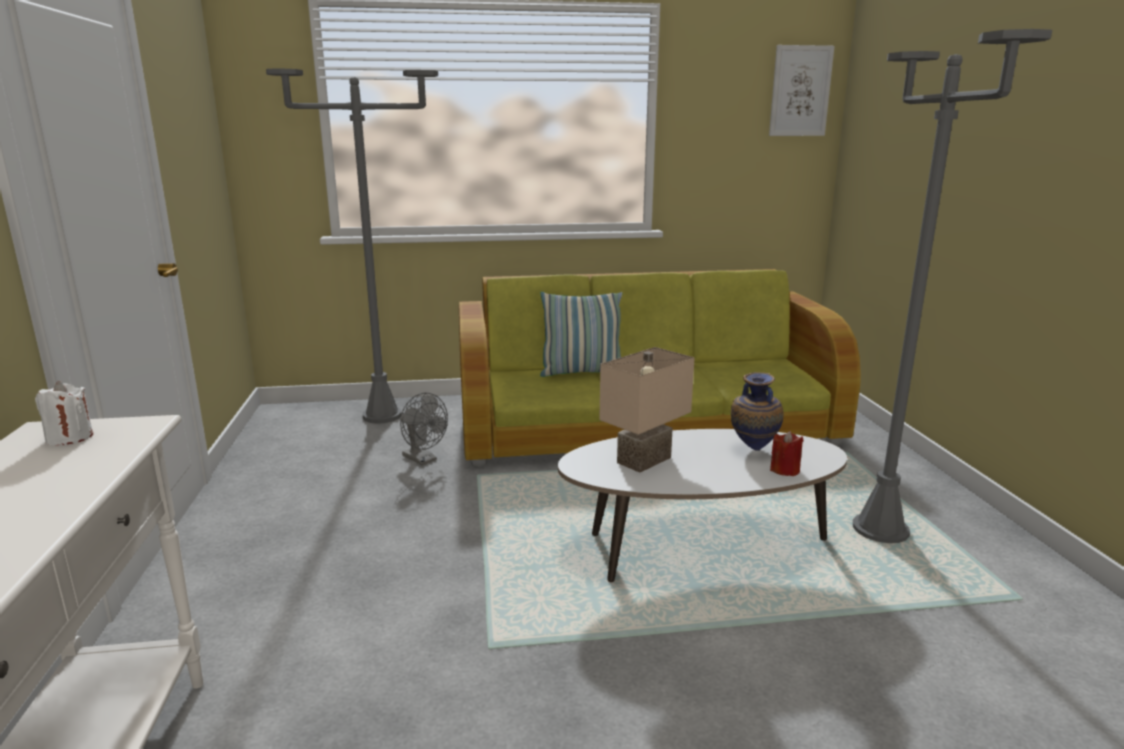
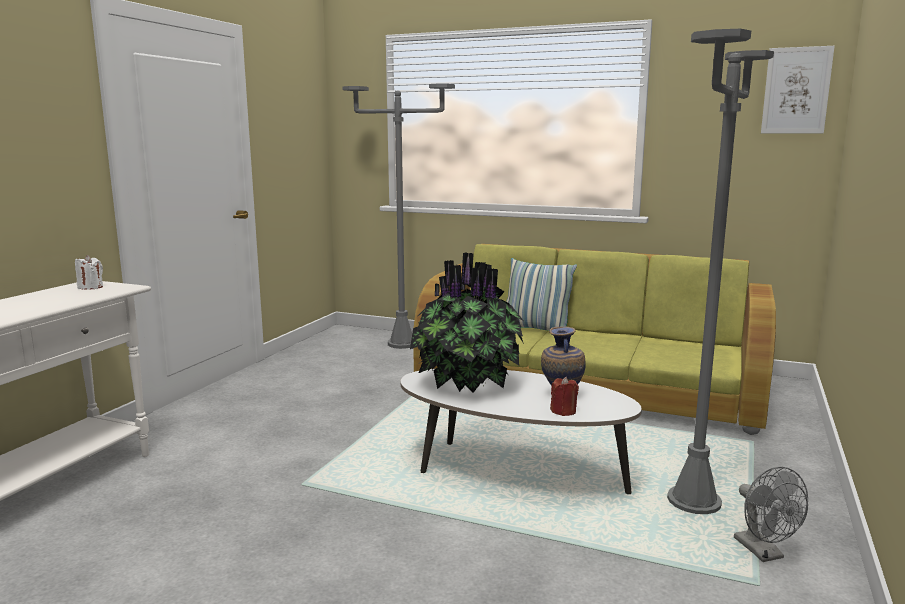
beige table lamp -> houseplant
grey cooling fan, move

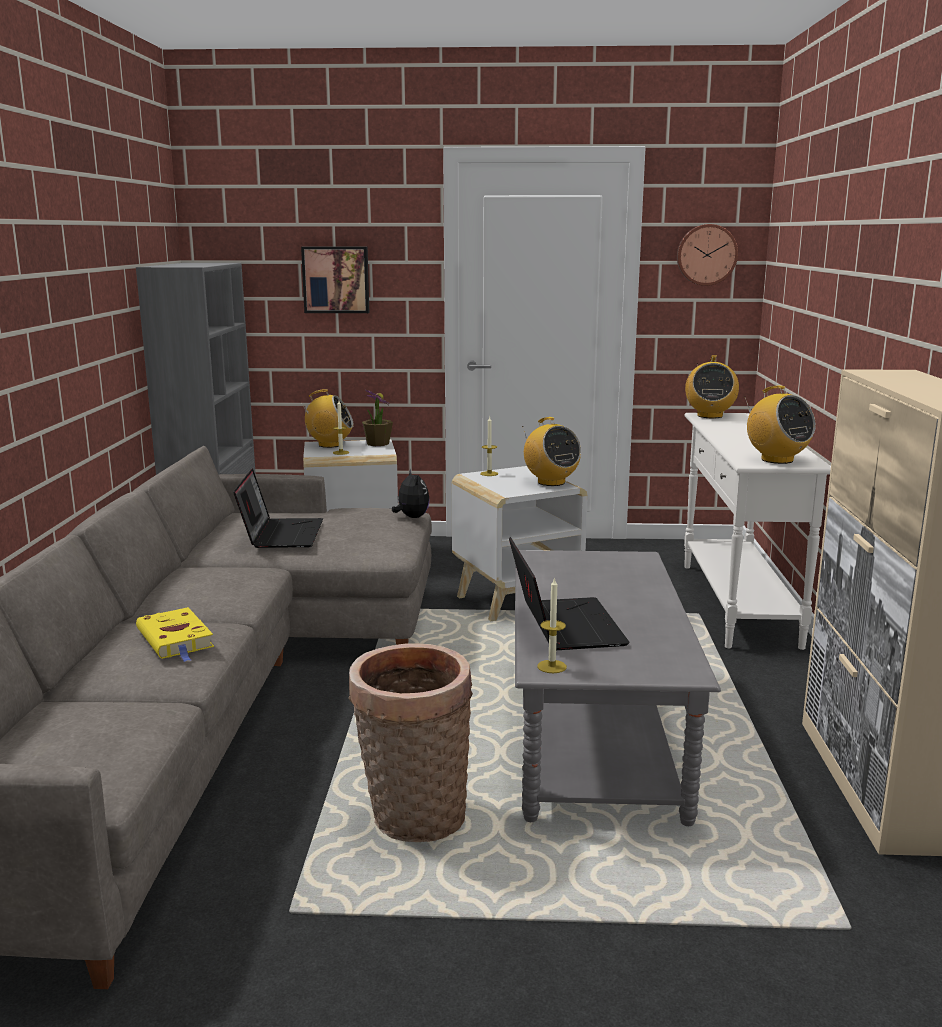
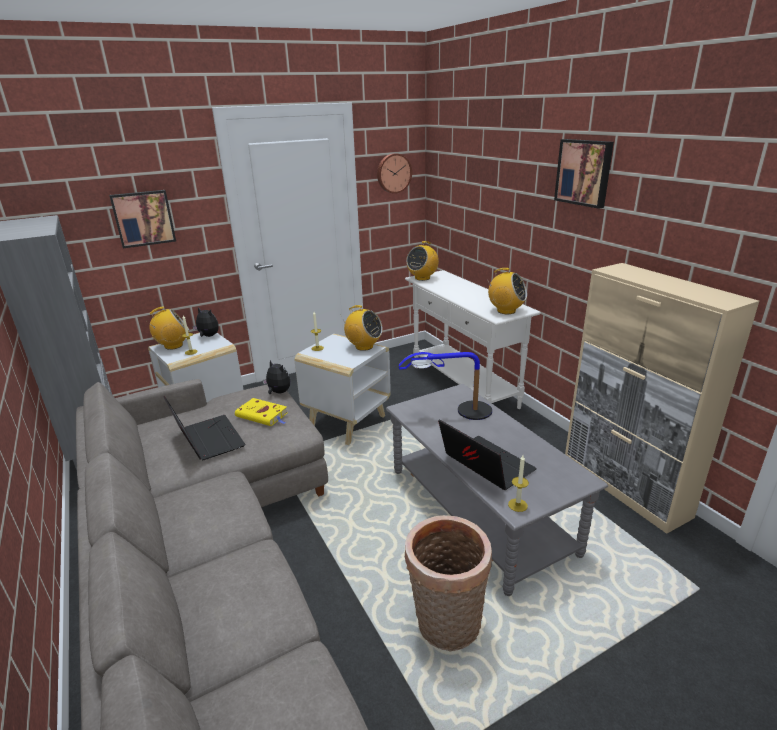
houseplant -> soft toy (1st from left)
yellow bound book, move
none -> table lamp
radio (3rd from left), 60 degrees clockwise
none -> picture (2nd from left)

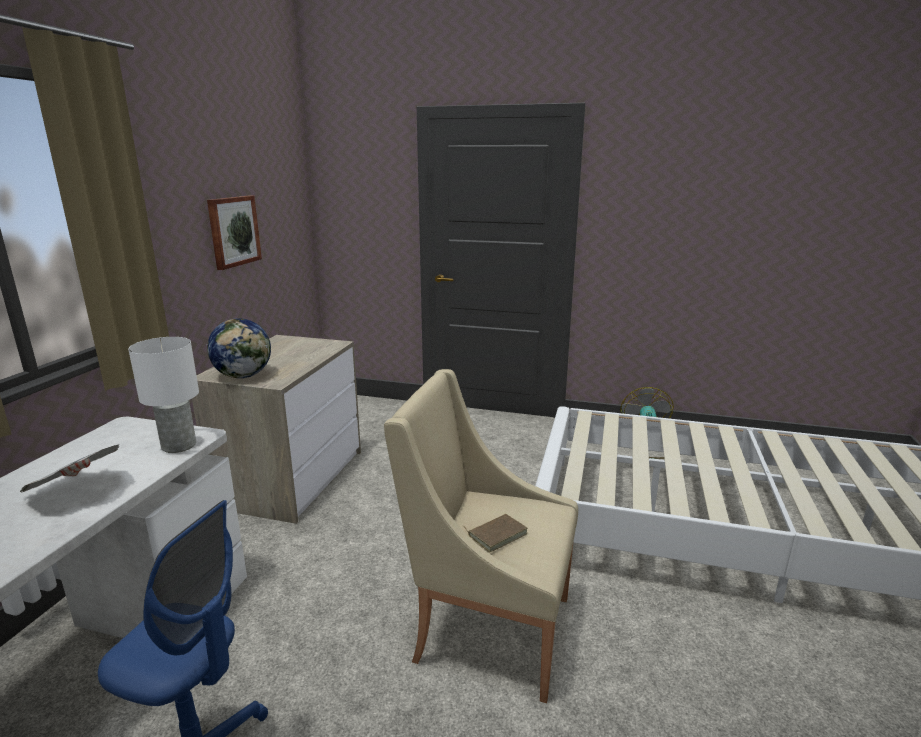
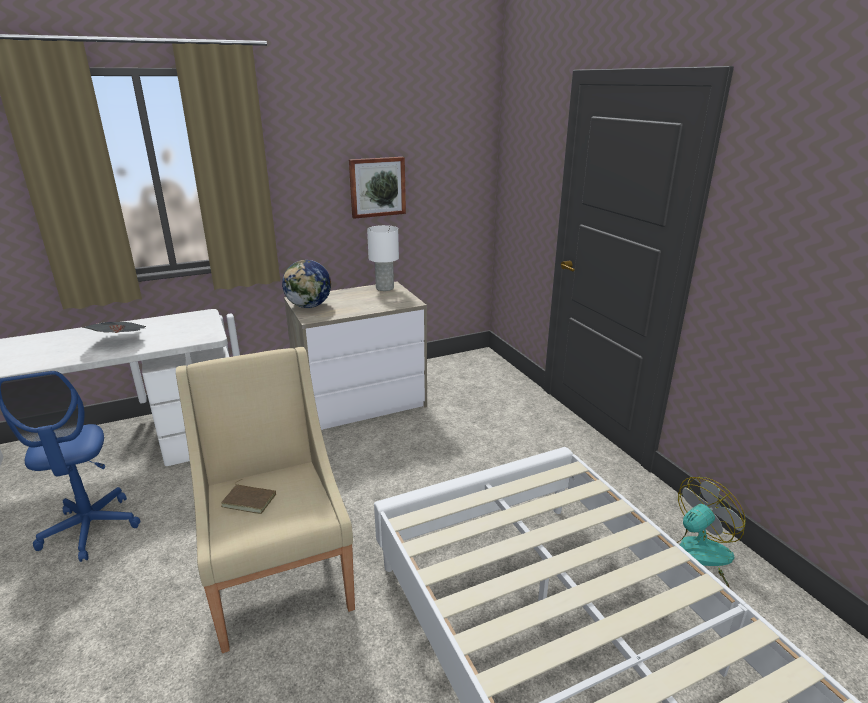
white table lamp, move

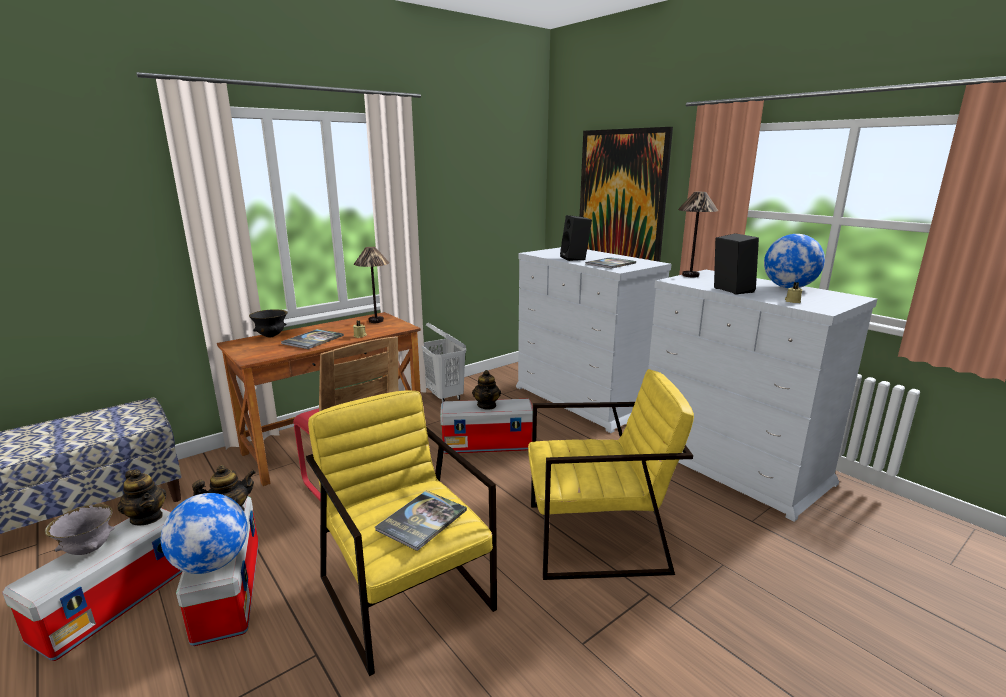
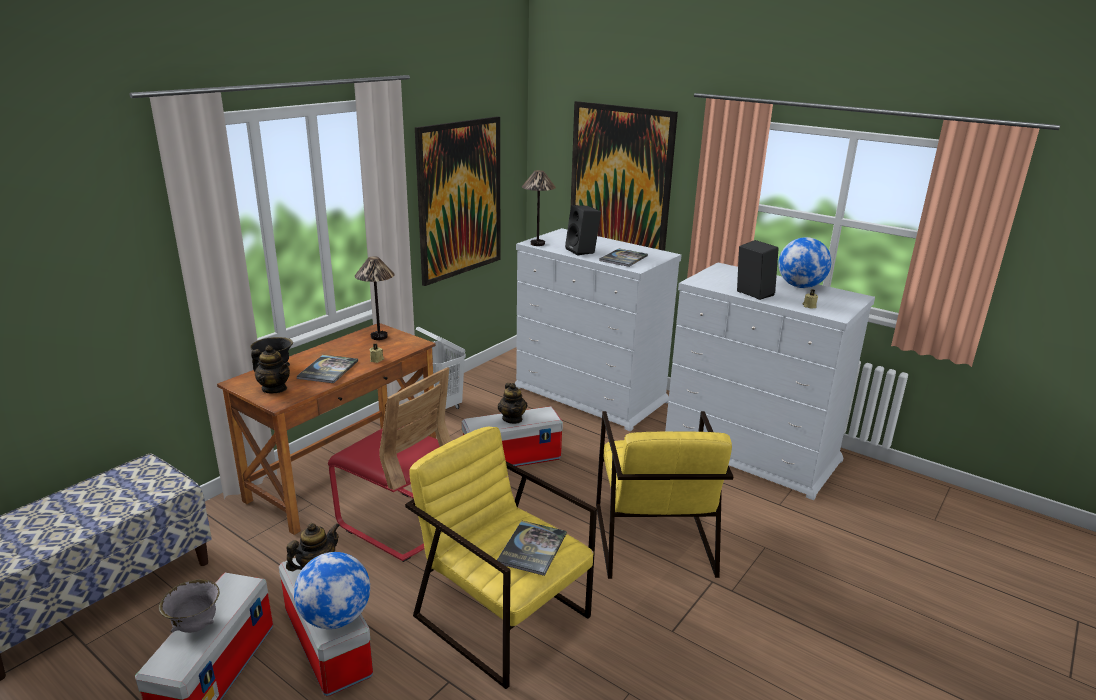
teapot (1st from left), move
none -> picture (1st from left)
table lamp (2nd from left), move
yellow armchair (2nd from left), 105 degrees clockwise

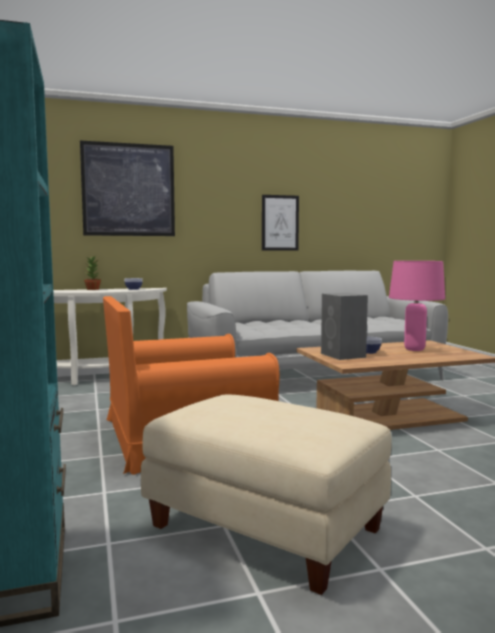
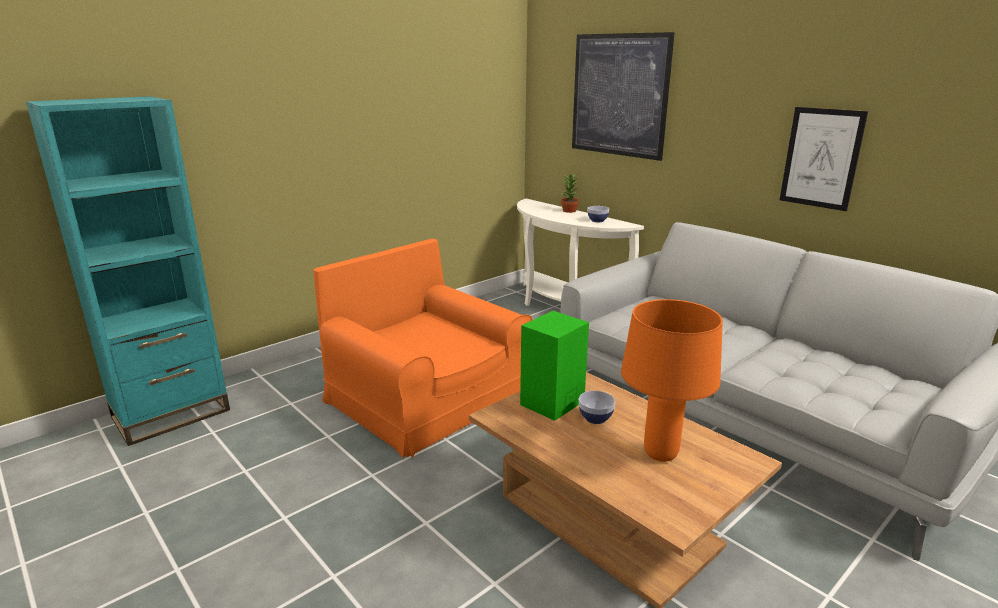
grey audio speaker -> green audio speaker
pink-coloured table lamp -> orange table lamp
beige footrest -> none

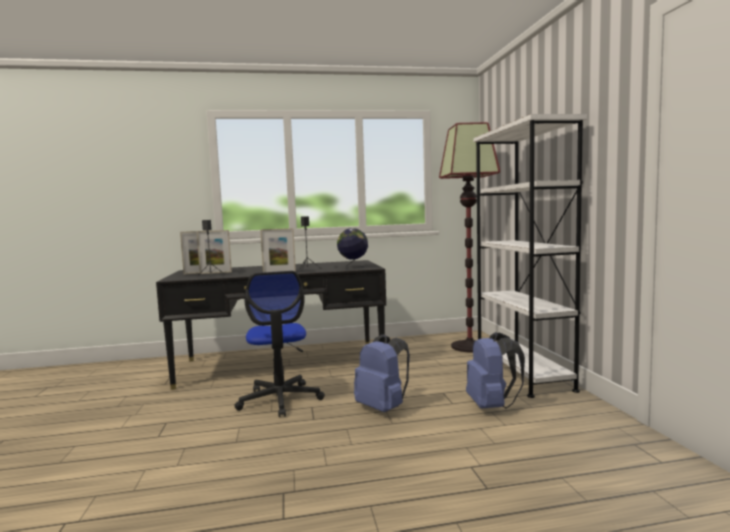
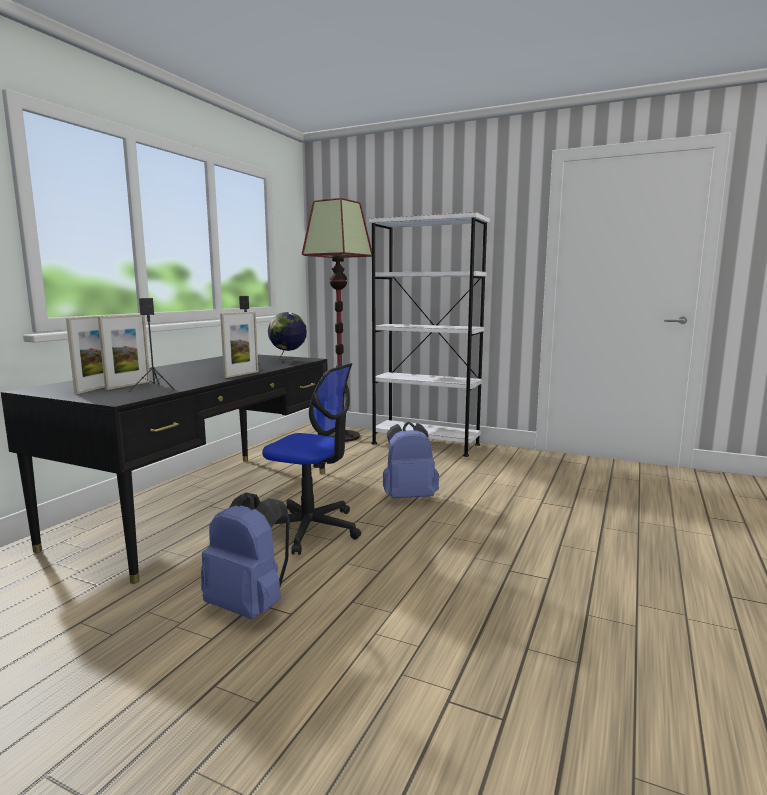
bluish knapsack (2nd from left in the first image) -> bluish knapsack (1st from left), move

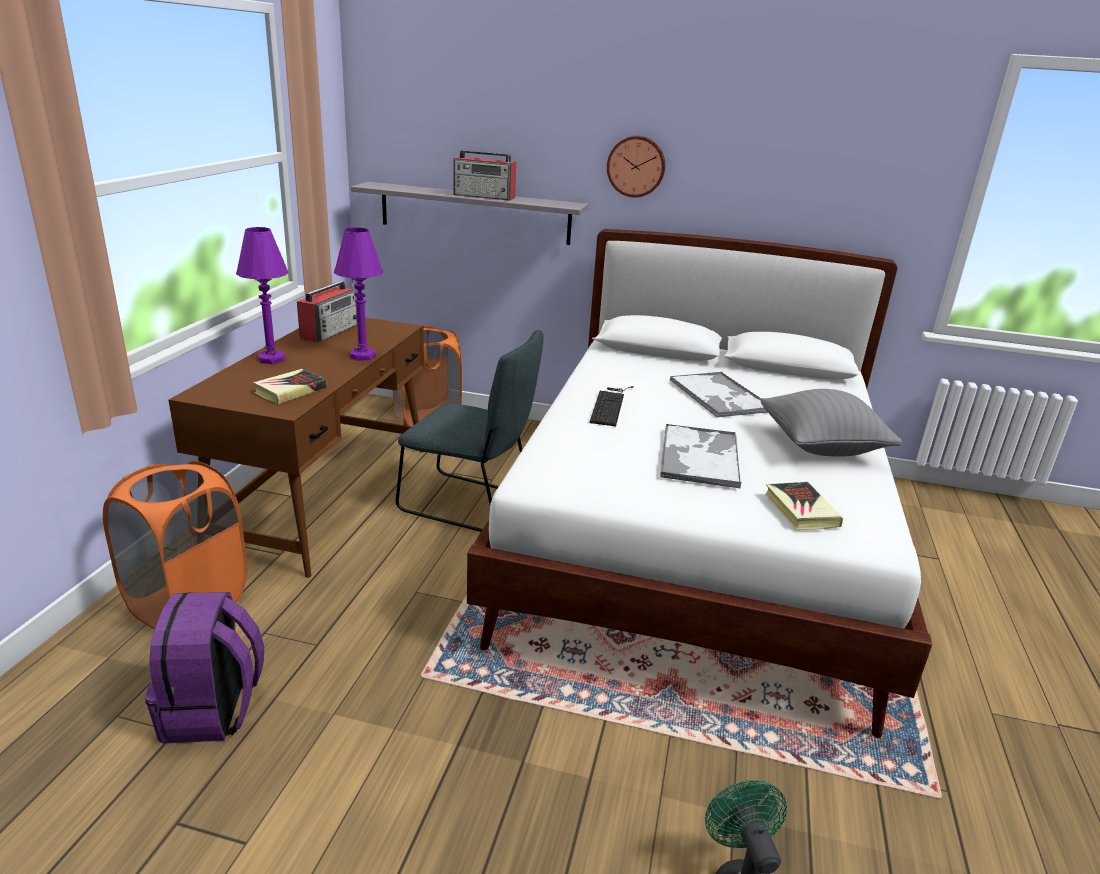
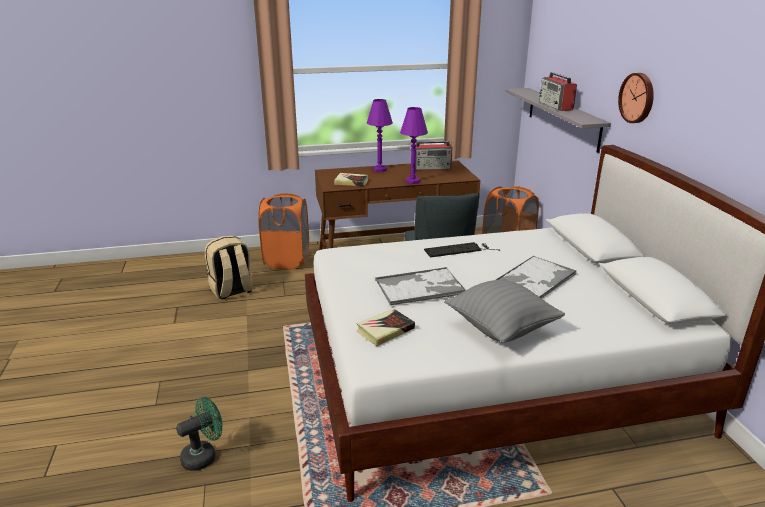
purplish knapsack -> beige knapsack

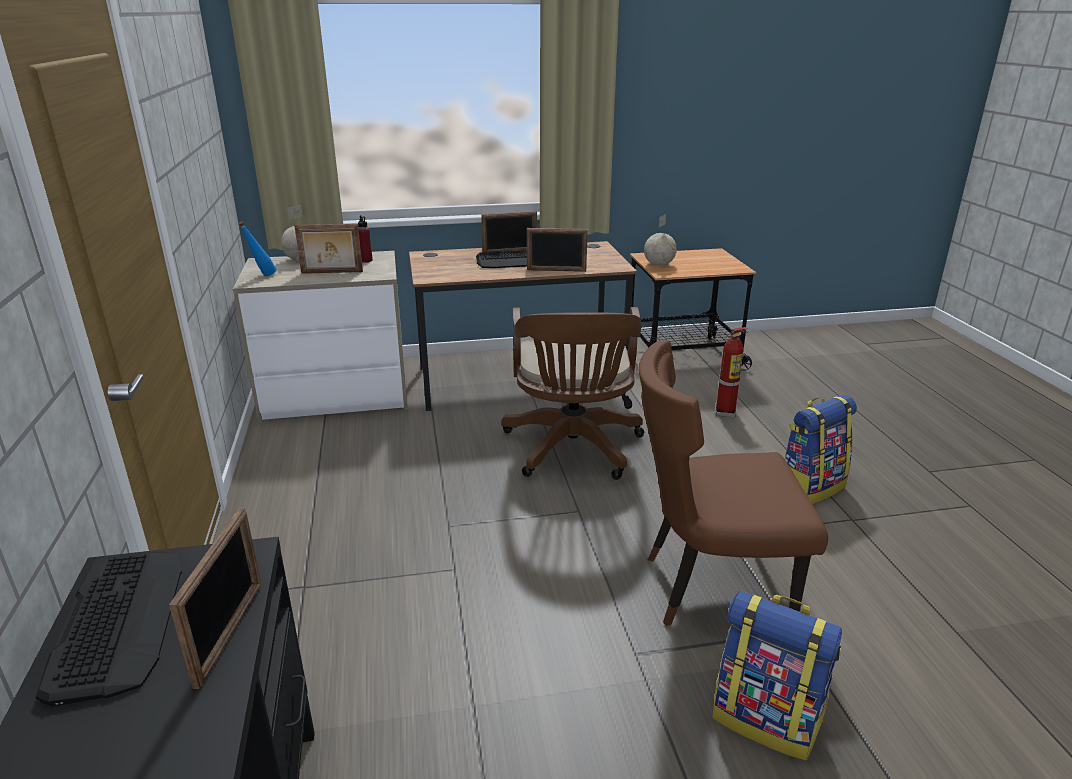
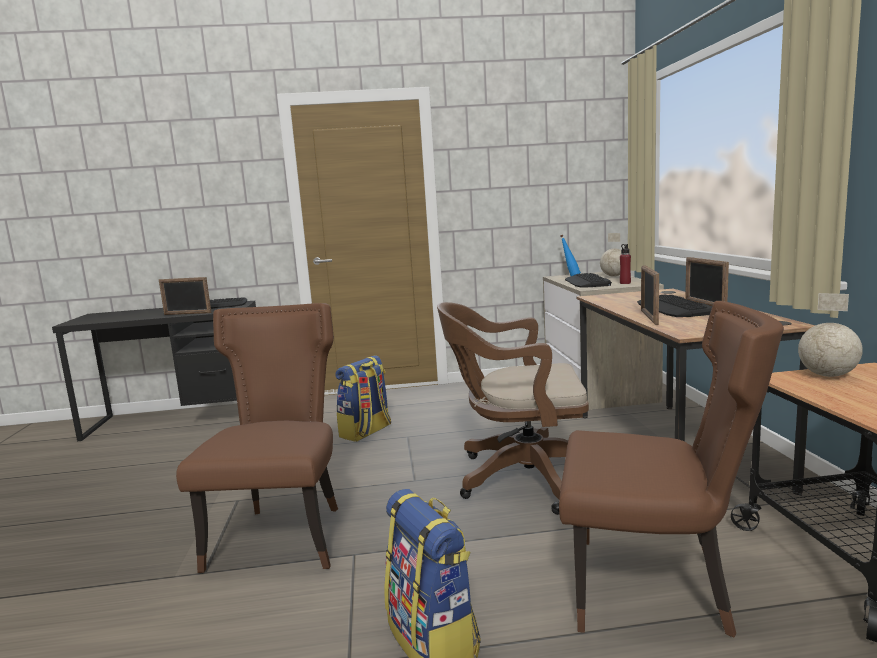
knapsack (1st from left), move
extinguisher -> brownish plain chair (2nd from left)
standing frame (2nd from left) -> computer keyboard (2nd from left)

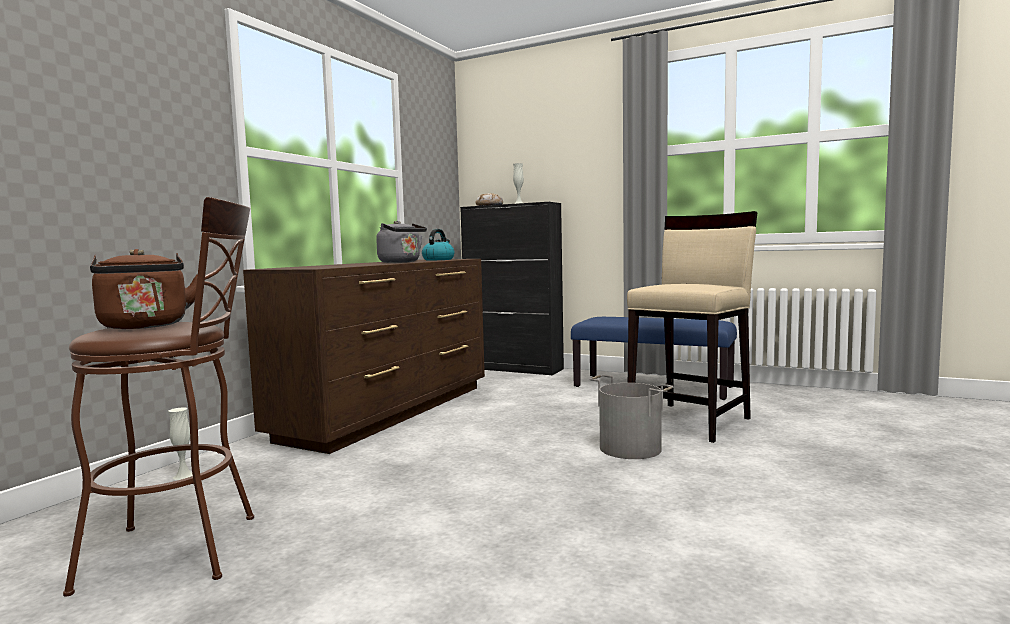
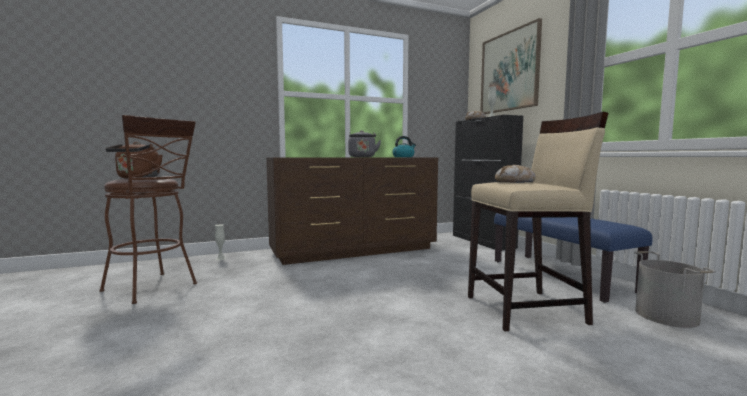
none -> picture
none -> bread (2nd from left)
grey bucket, move

